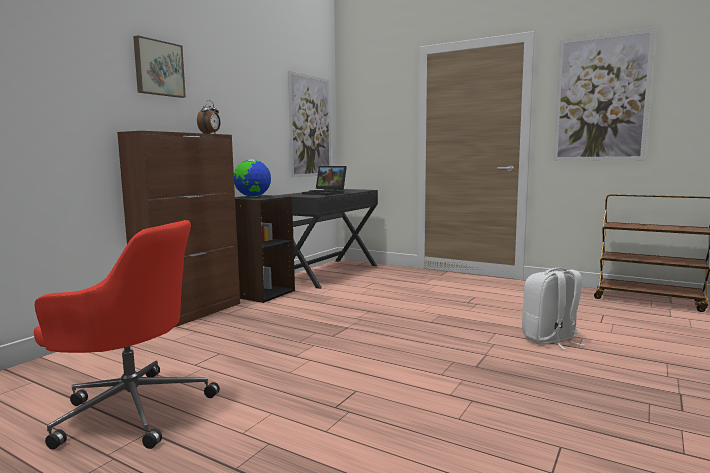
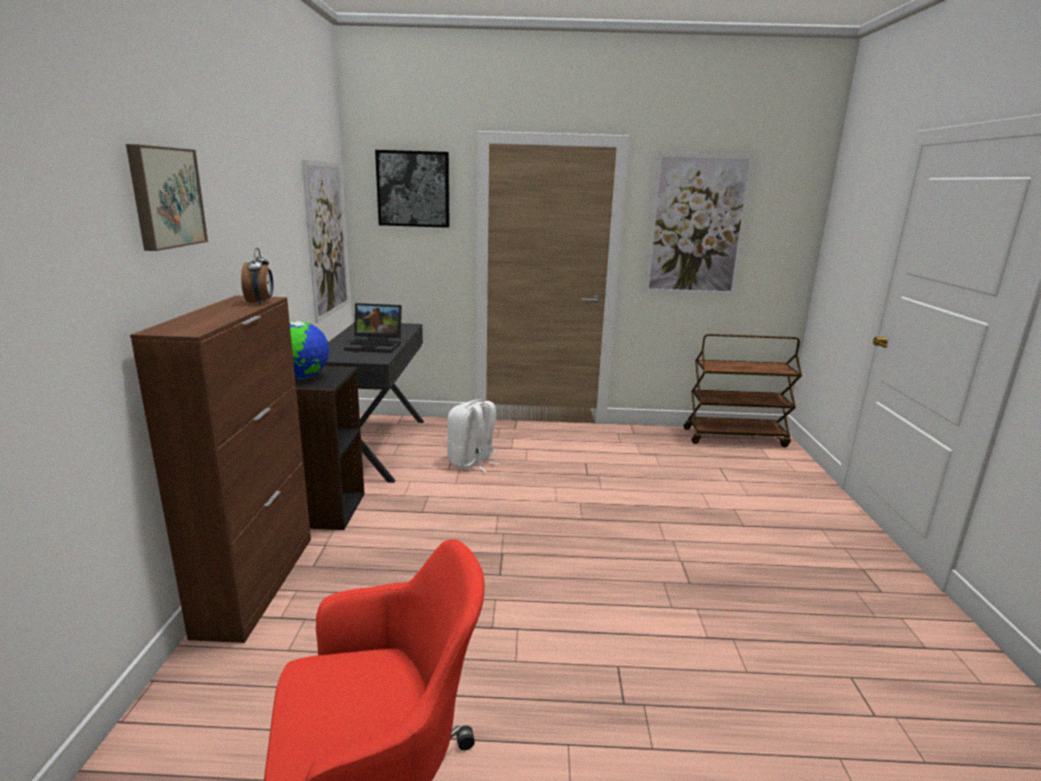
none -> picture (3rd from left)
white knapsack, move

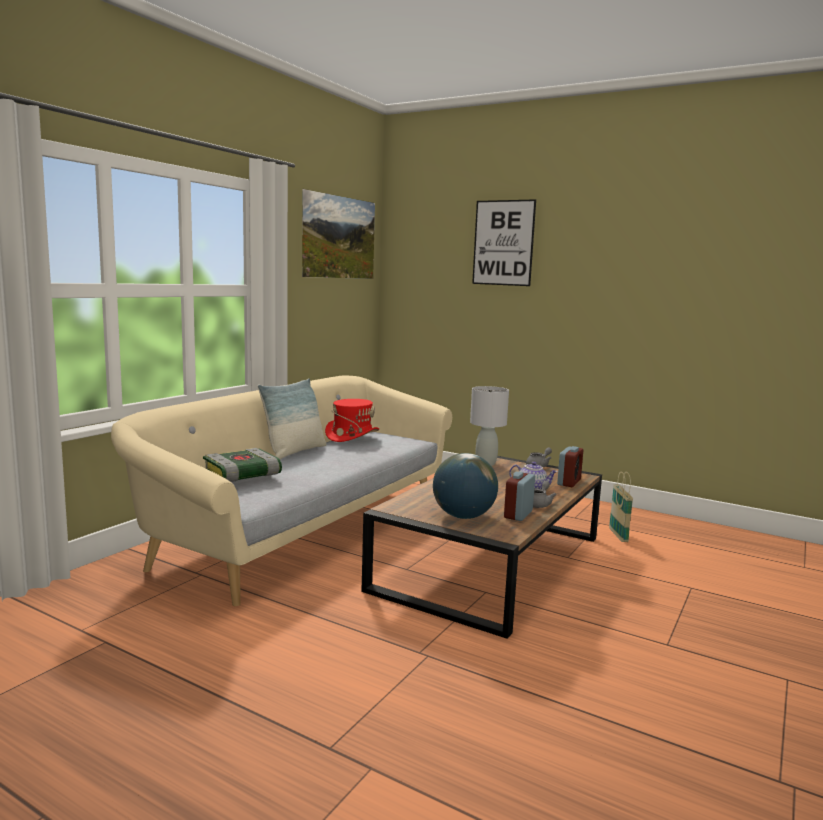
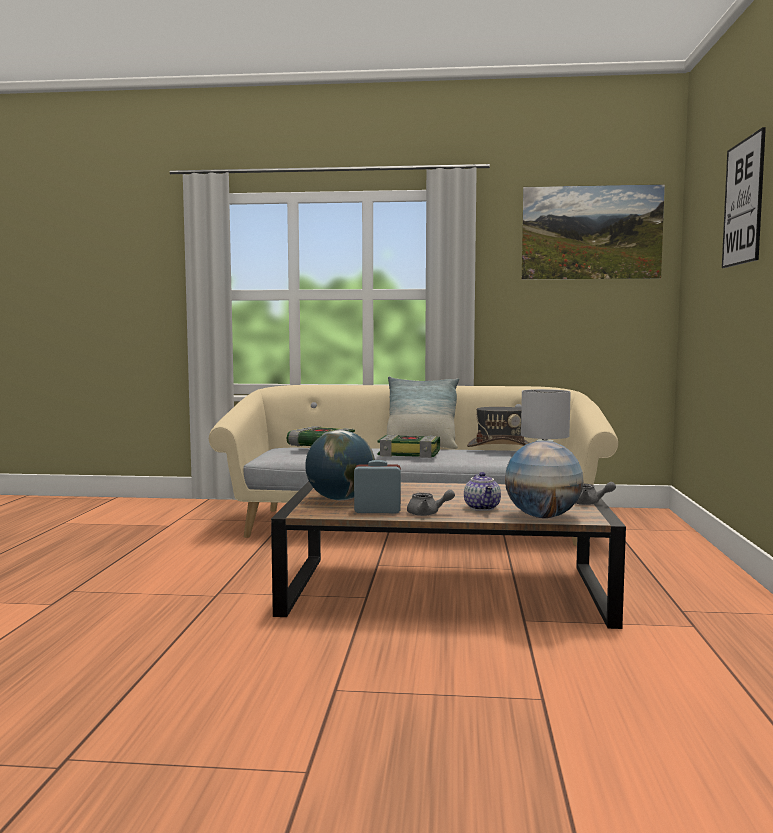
none -> bound book (2nd from left)
reddish wearable hat -> grey wearable hat
table clock (2nd from left) -> globe (2nd from left)
household basket -> none

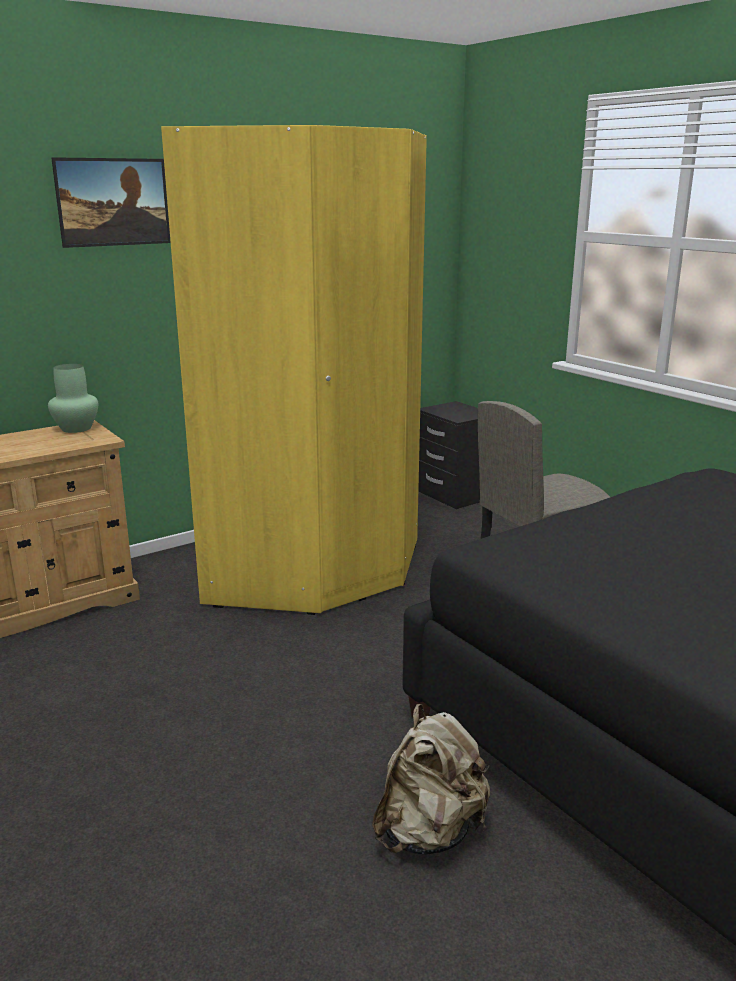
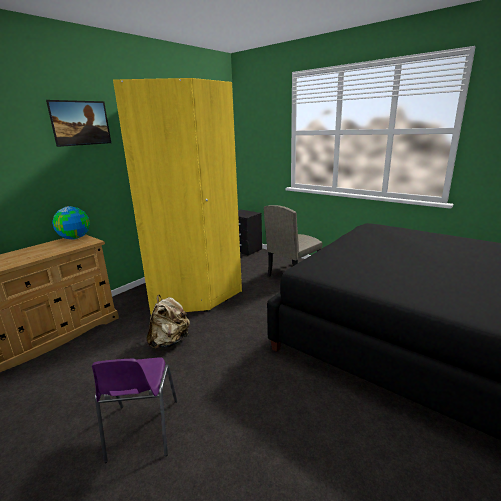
green decorative vase -> globe
none -> purplish plain chair
beige knapsack, move

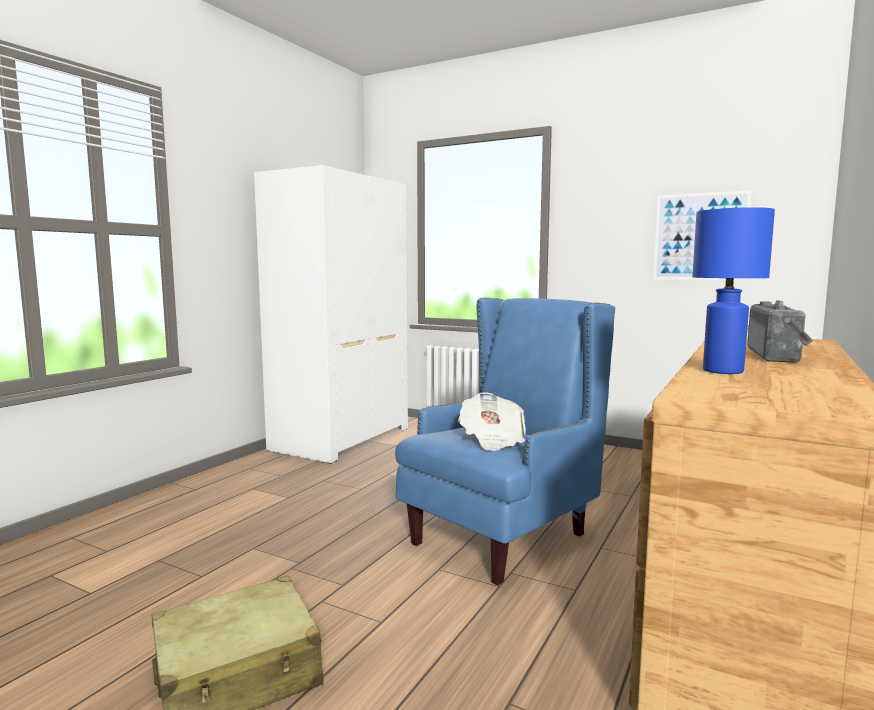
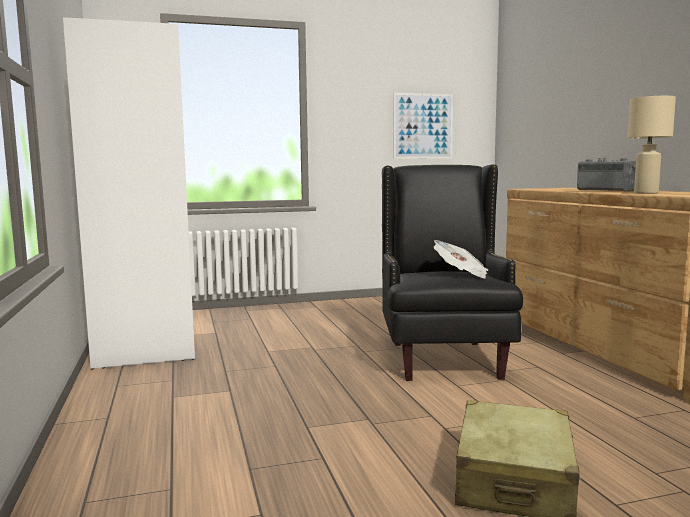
bluish armchair -> black-coloured armchair
bluish table lamp -> beige table lamp

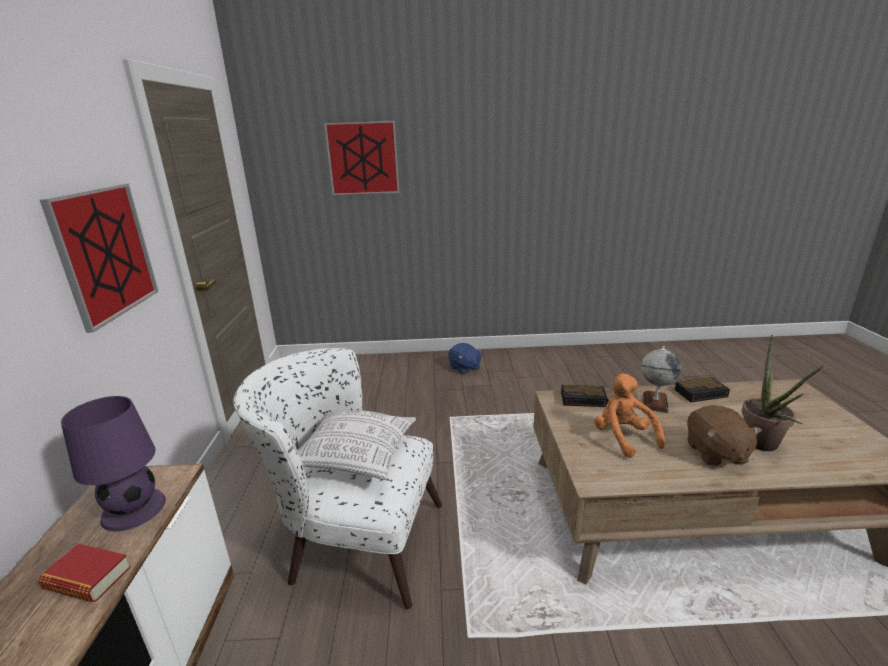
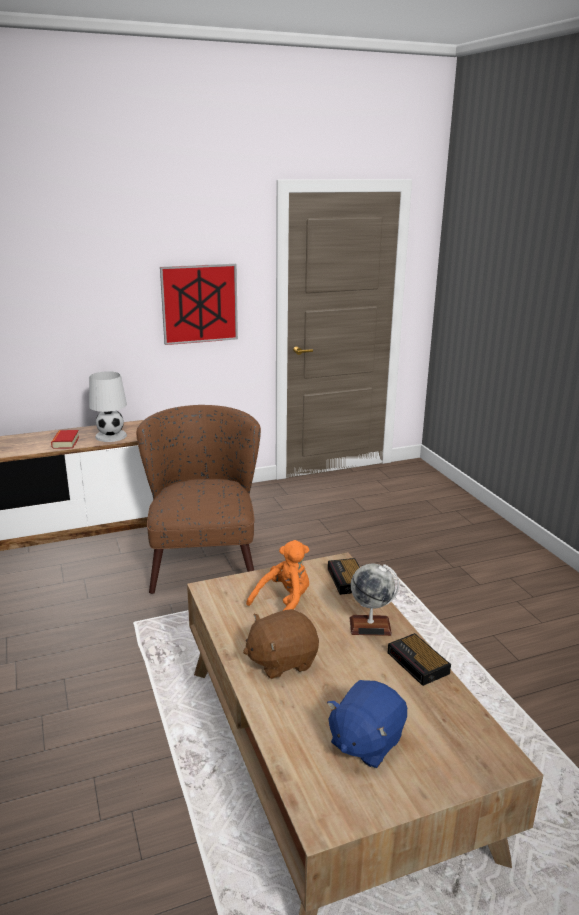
purplish table lamp -> white table lamp
white armchair -> brownish armchair
bluish soft toy, move
throw pillow -> none
picture (2nd from left) -> none
houseplant -> none

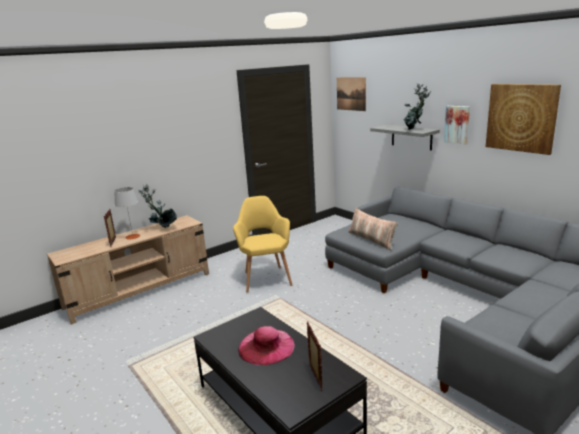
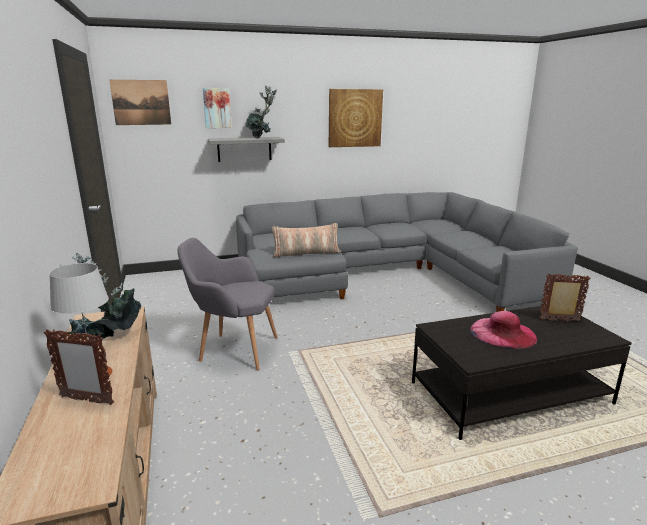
yellow armchair -> grey armchair
picture (2nd from left), move

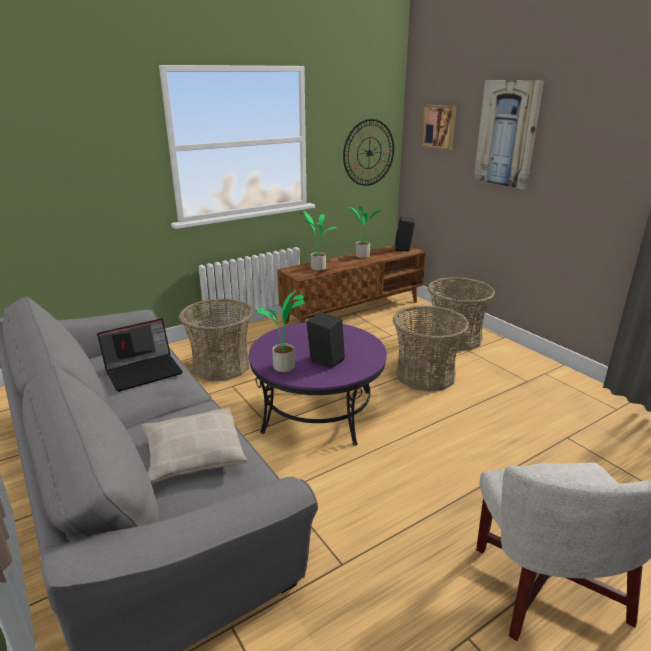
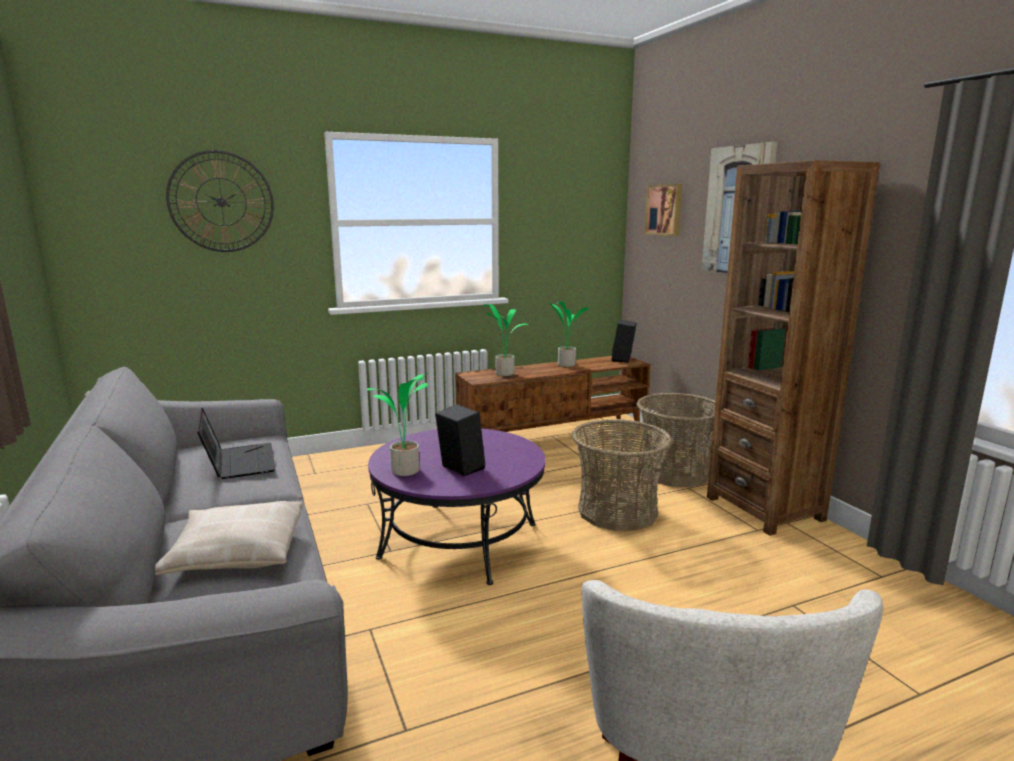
hanging clock, move
laptop, 90 degrees counterclockwise
none -> brownish bookcase
household basket (1st from left) -> none

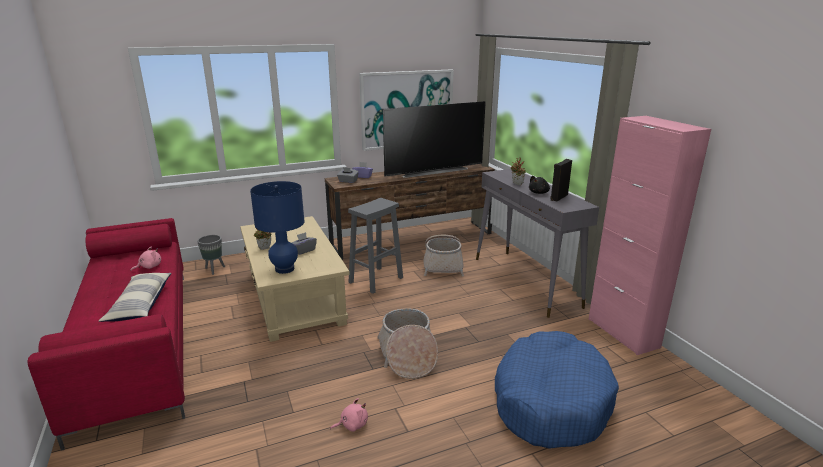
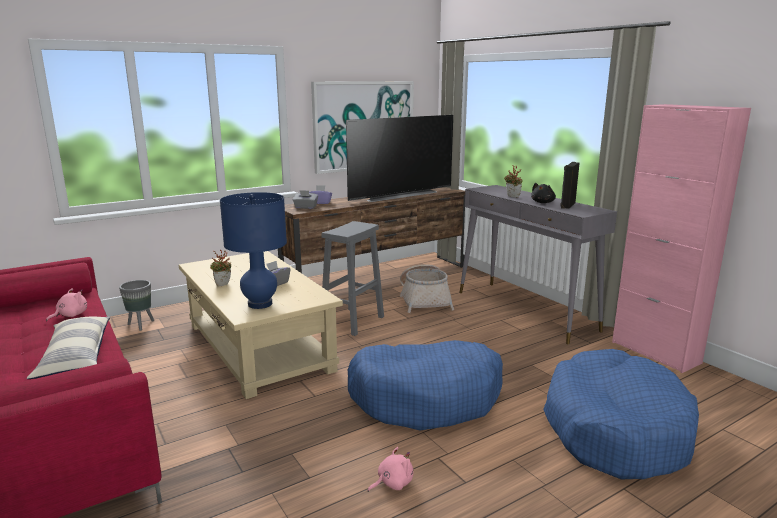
household basket (1st from left) -> bluish pet bed (1st from left)

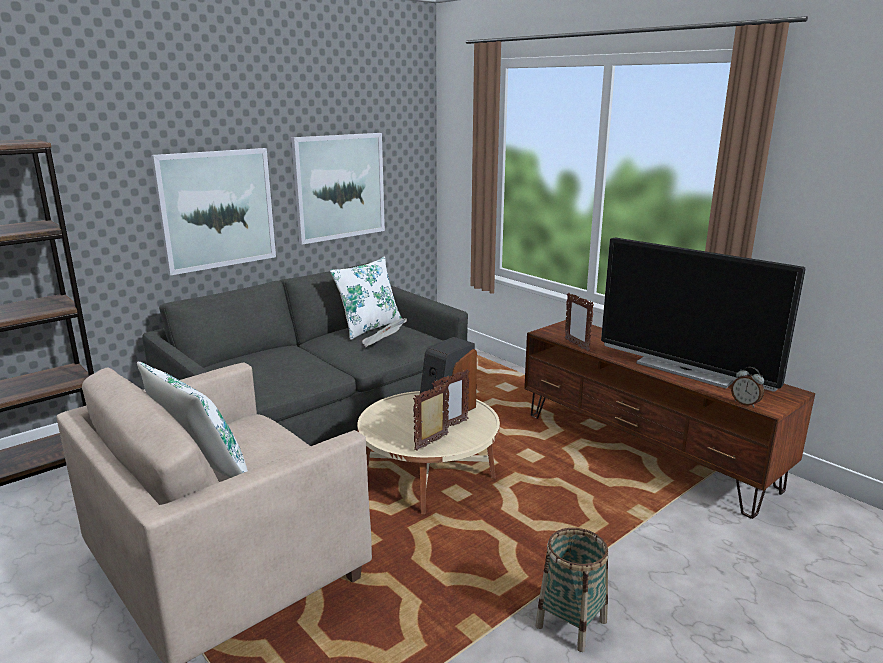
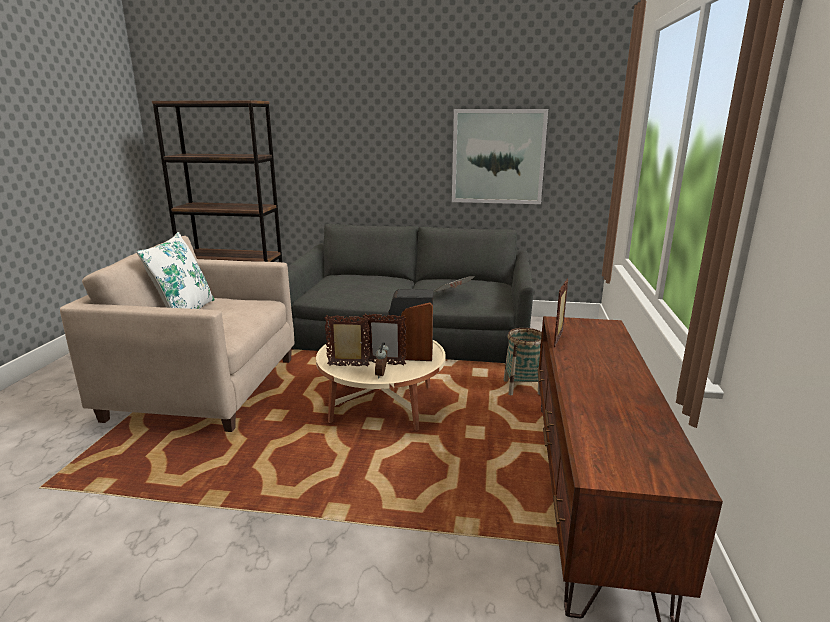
table clock, move
household basket, move
picture (1st from left) -> none
white throw pillow (2nd from left) -> none
TV -> none

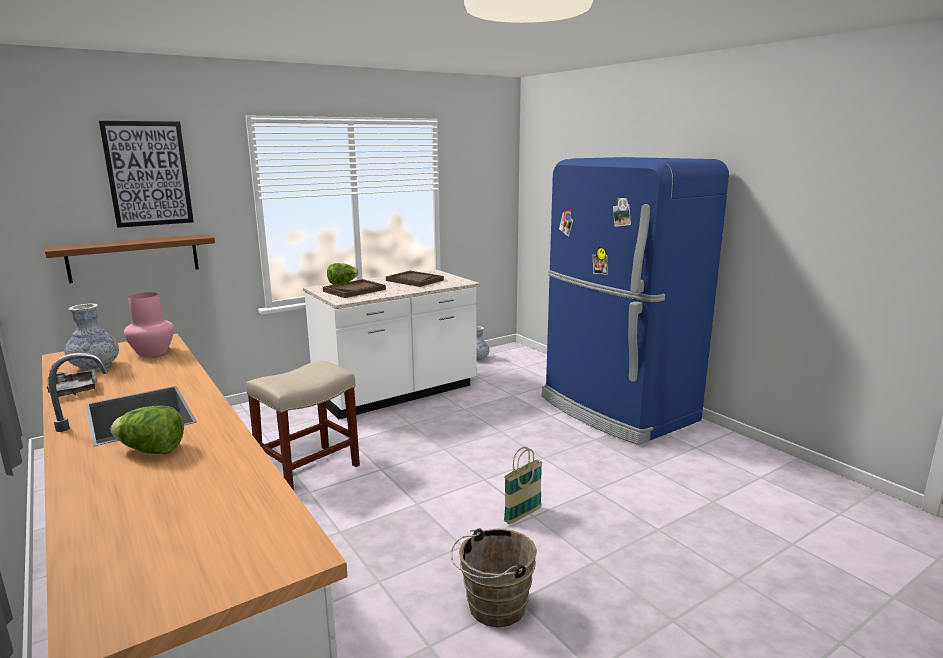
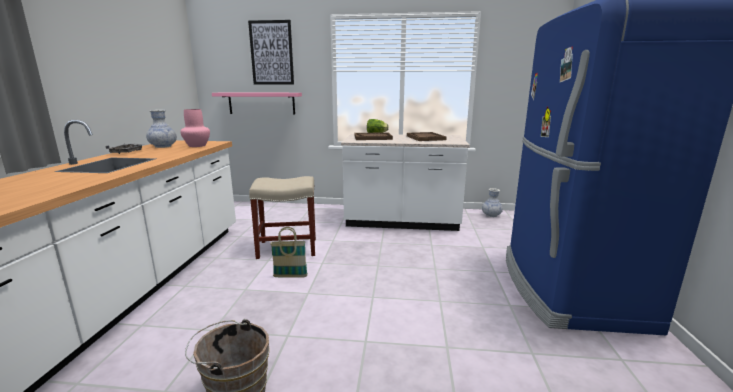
brownish bracket shelf -> pink-coloured bracket shelf
household basket, move
lettuce (1st from left) -> none

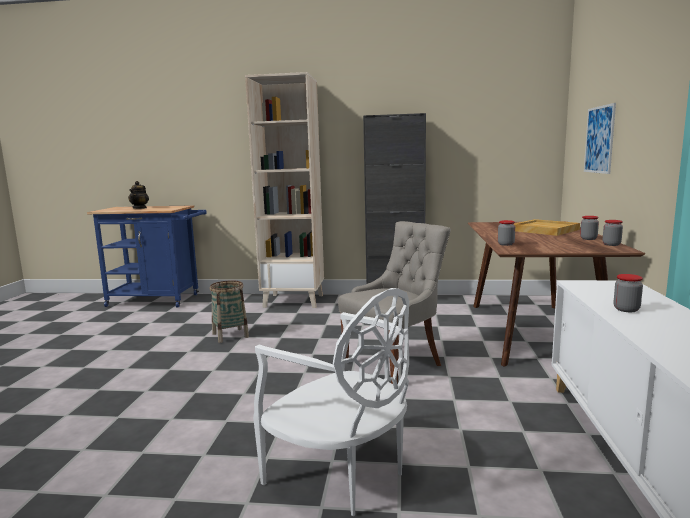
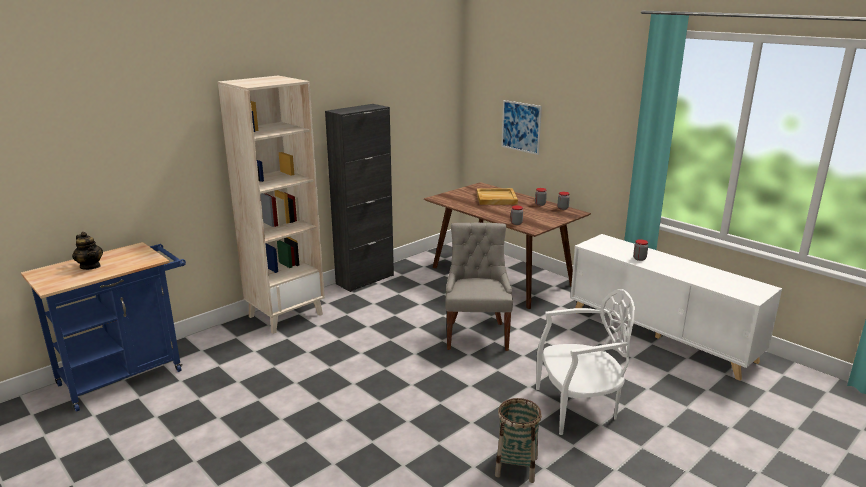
household basket, move

